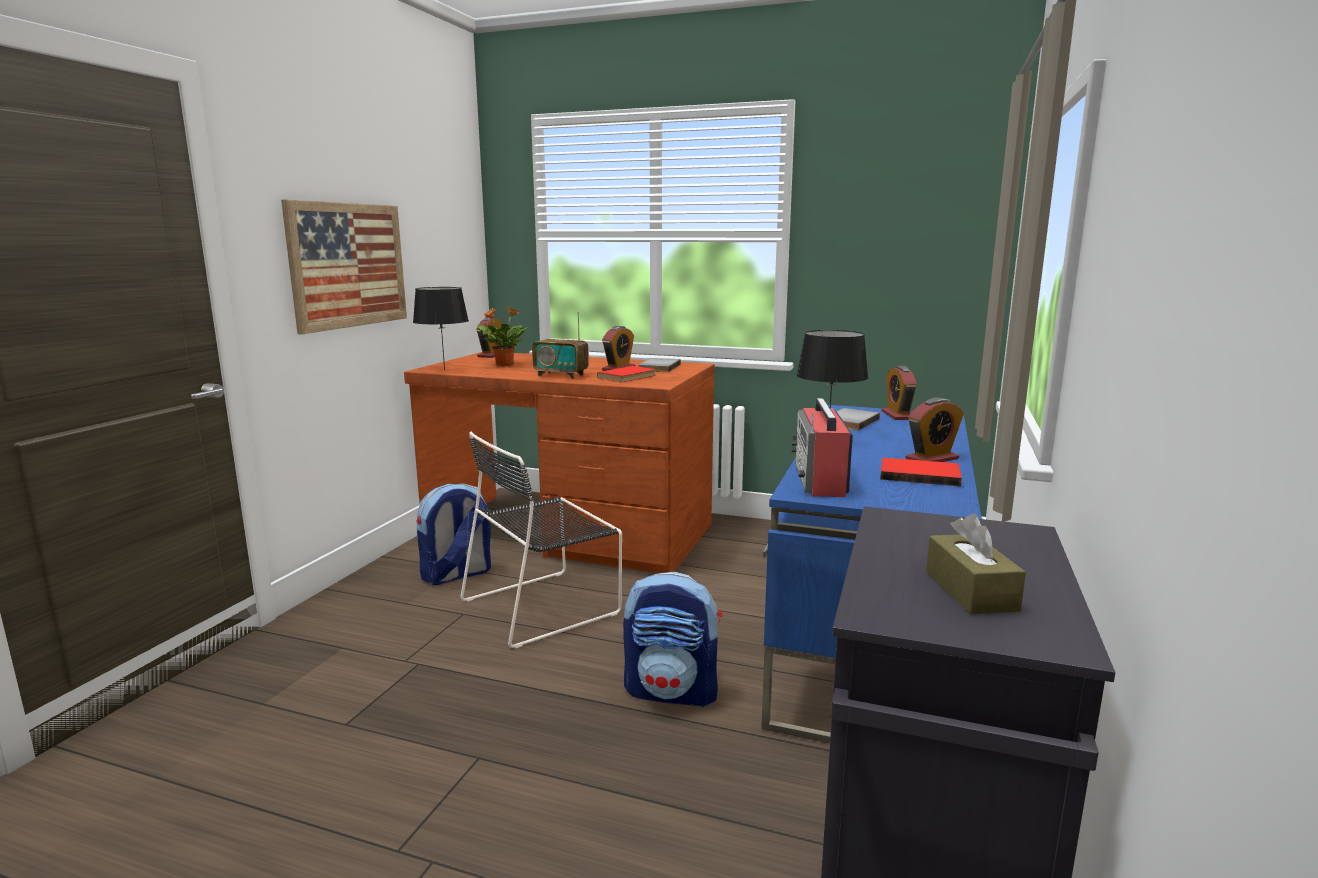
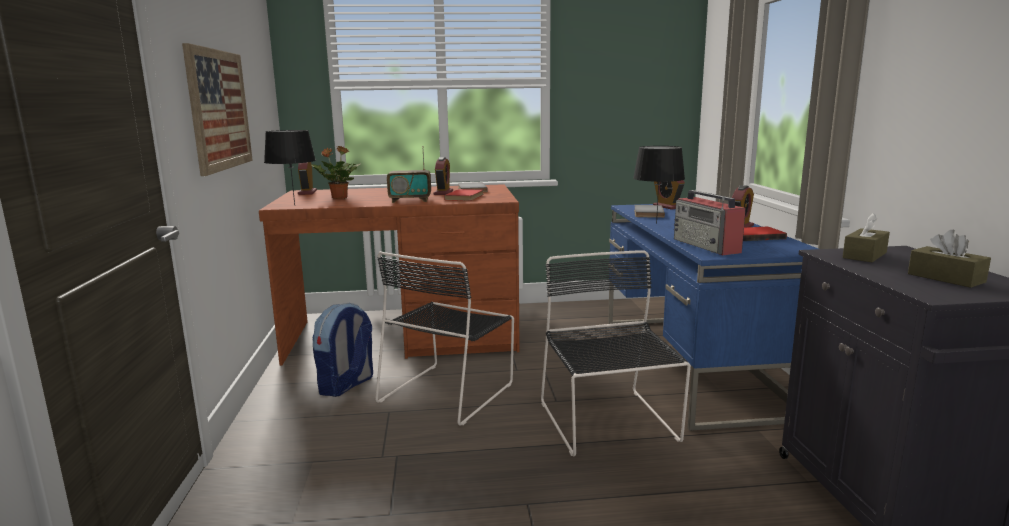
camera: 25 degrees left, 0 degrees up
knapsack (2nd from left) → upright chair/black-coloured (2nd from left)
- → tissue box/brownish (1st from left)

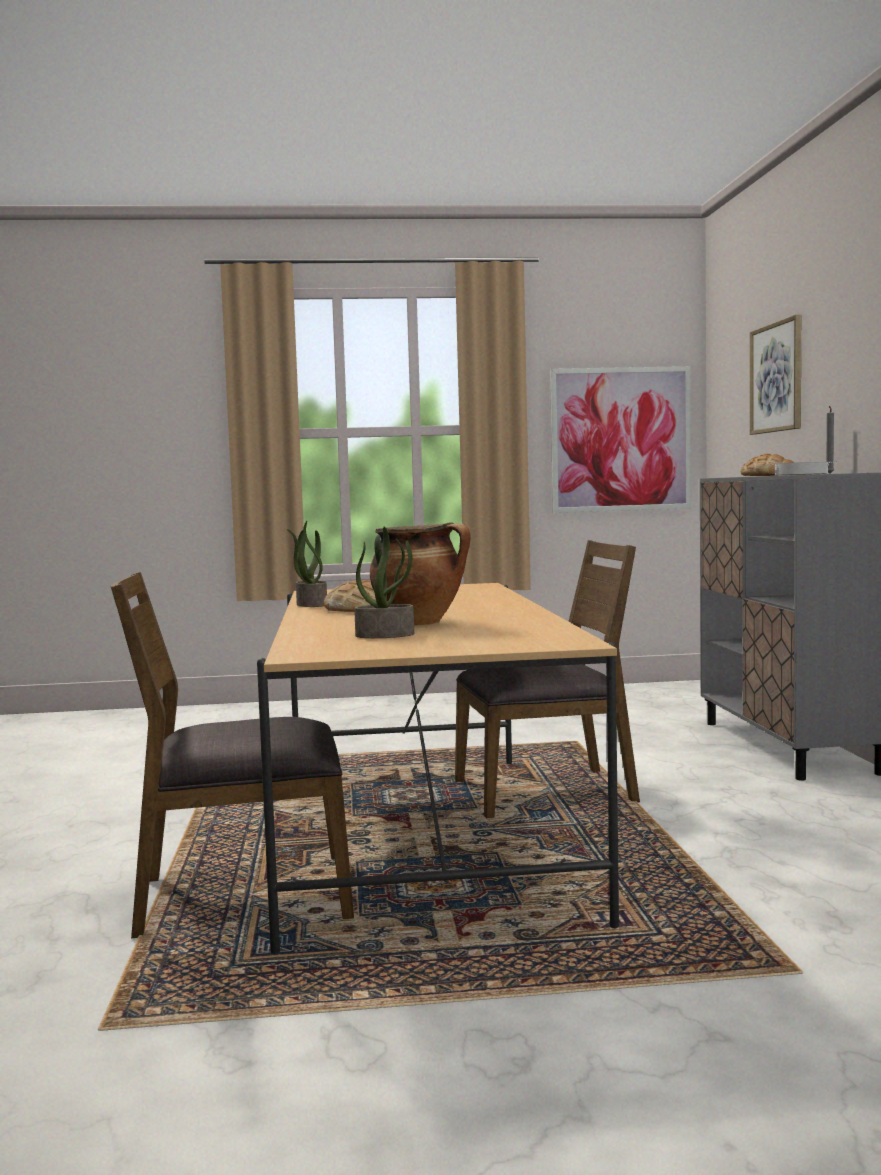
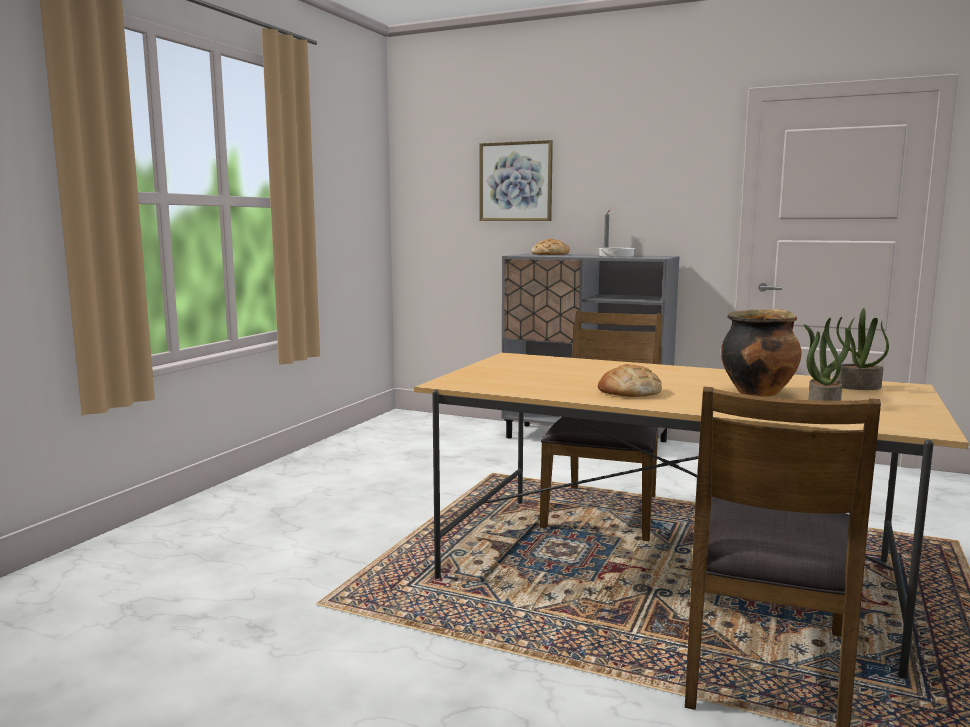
camera: 60 degrees left, 5 degrees up
wall picture (1st from left) → -
houseplant (1st from left in the first image) → houseplant (2nd from left), moved

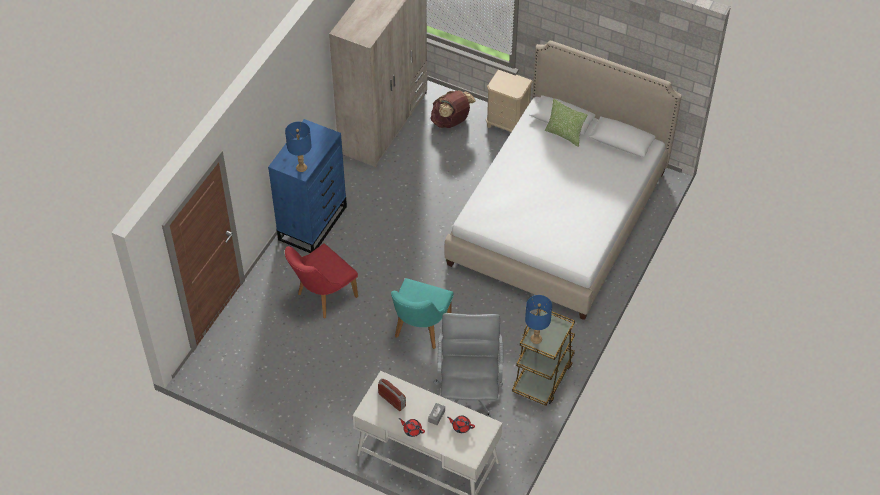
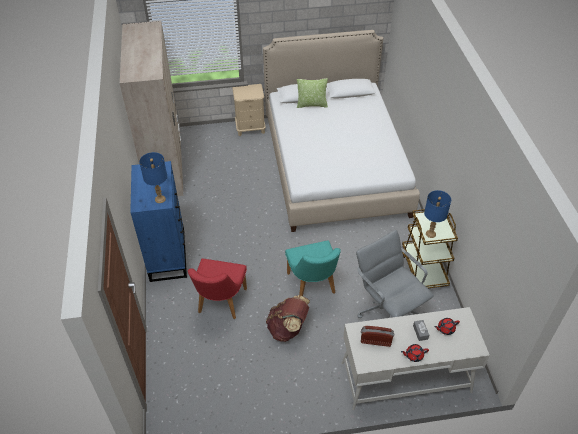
camera: 35 degrees left, 5 degrees down
knapsack/brownish, moved

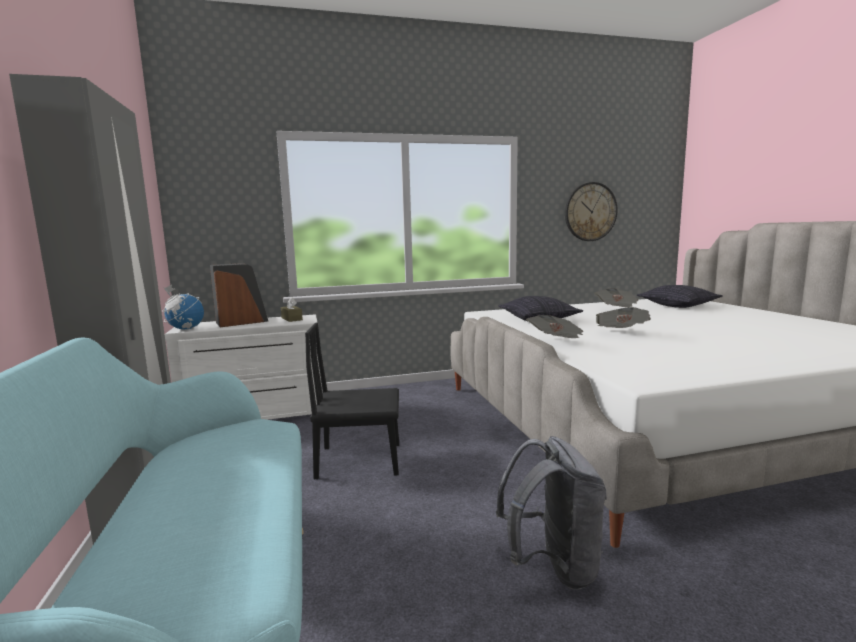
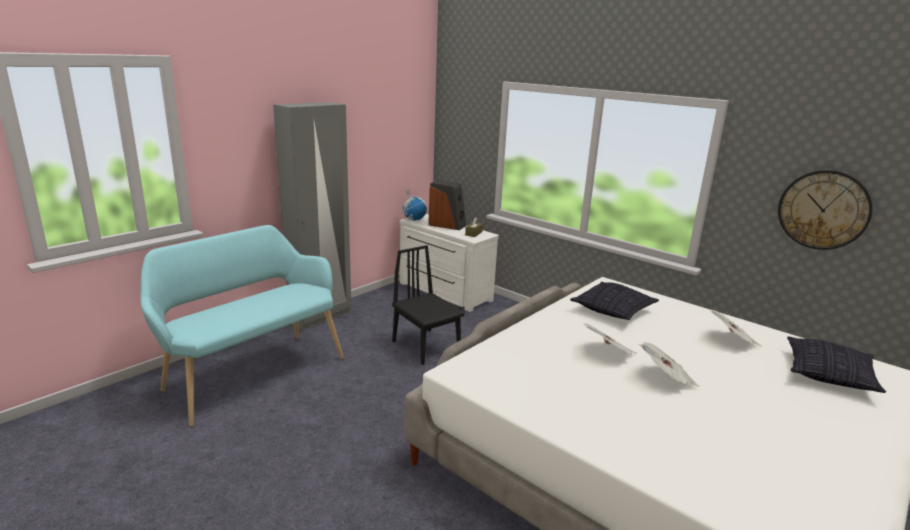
camera: 55 degrees right, 10 degrees up
newspaper (1st from left in the first image) → newspaper (2nd from left), moved
knapsack/greyish → -

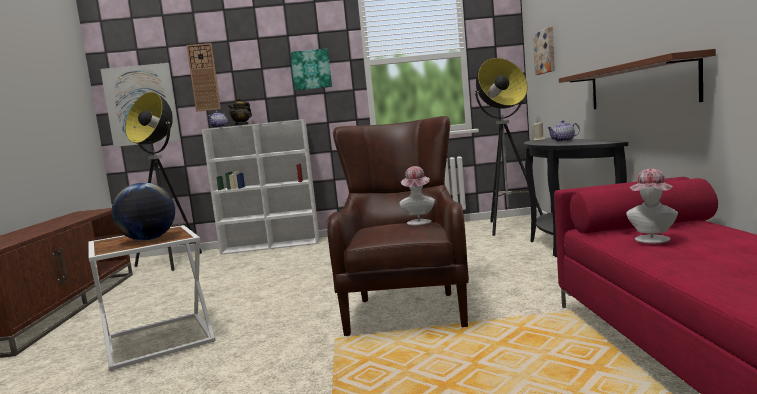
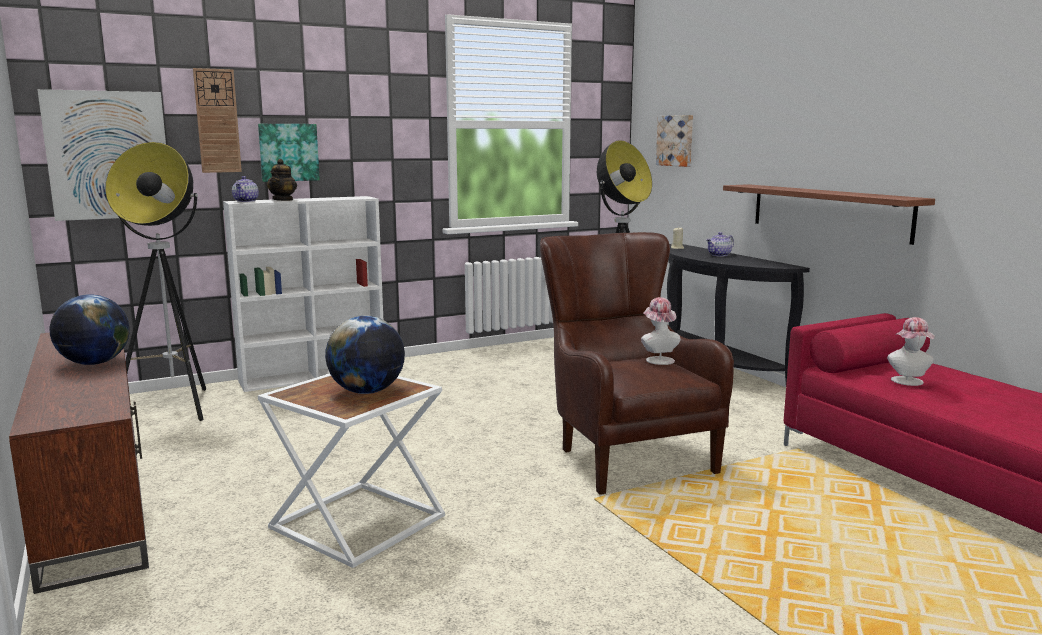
camera: 25 degrees left, 5 degrees up
wall picture (2nd from left), moved
- → globe (1st from left)

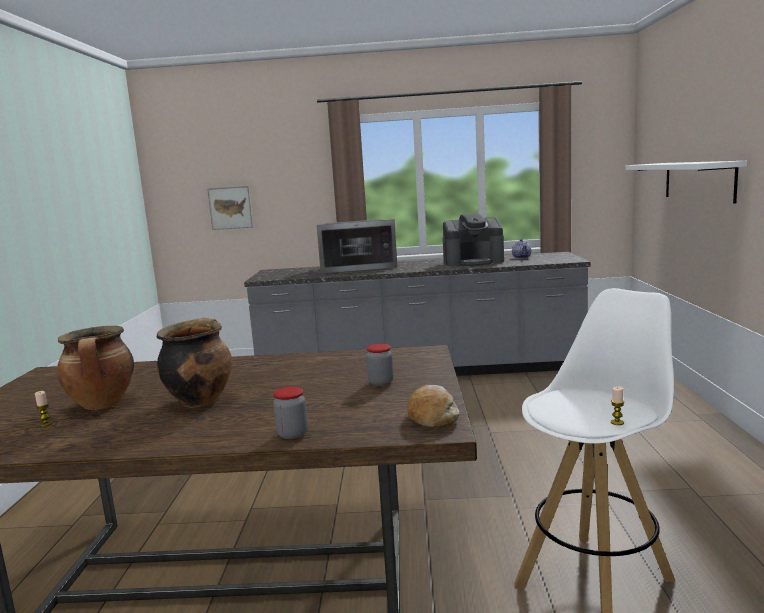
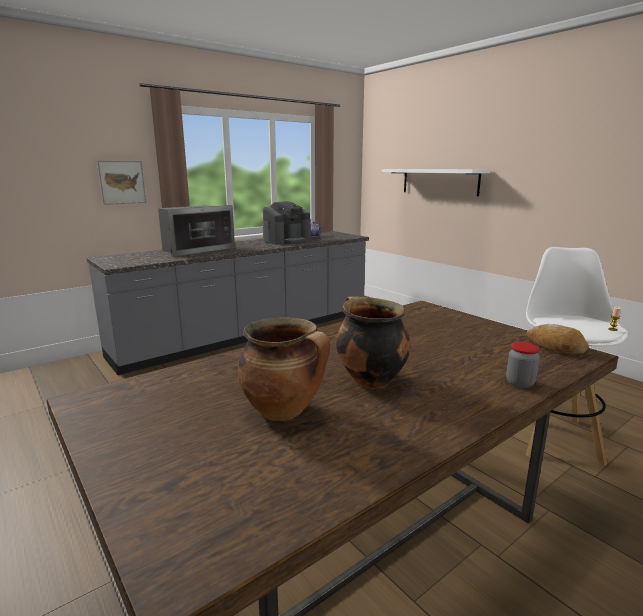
camera: 40 degrees left, 5 degrees up
wall picture, moved
preserve jar (2nd from left) → -
candle (1st from left) → -

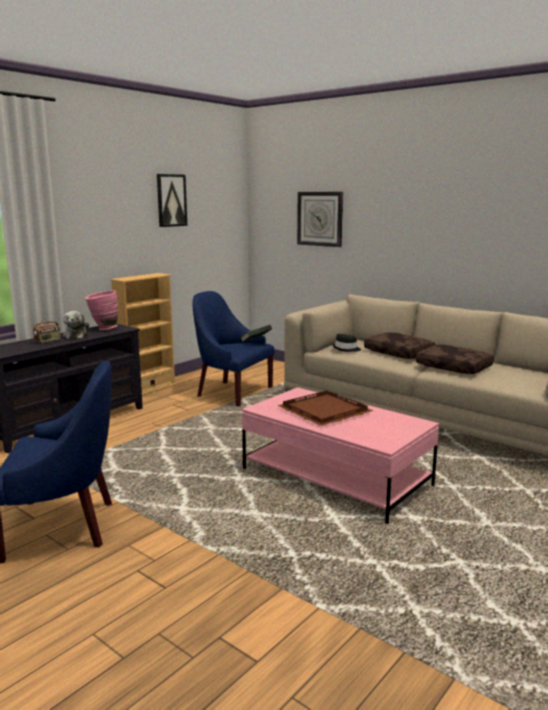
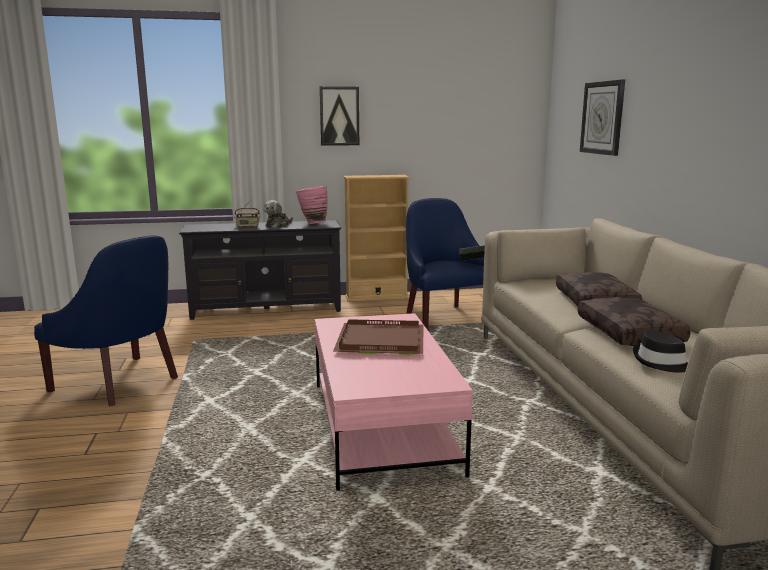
camera: 40 degrees right, 0 degrees up
wall picture, moved
clothing hat/black-coloured, moved

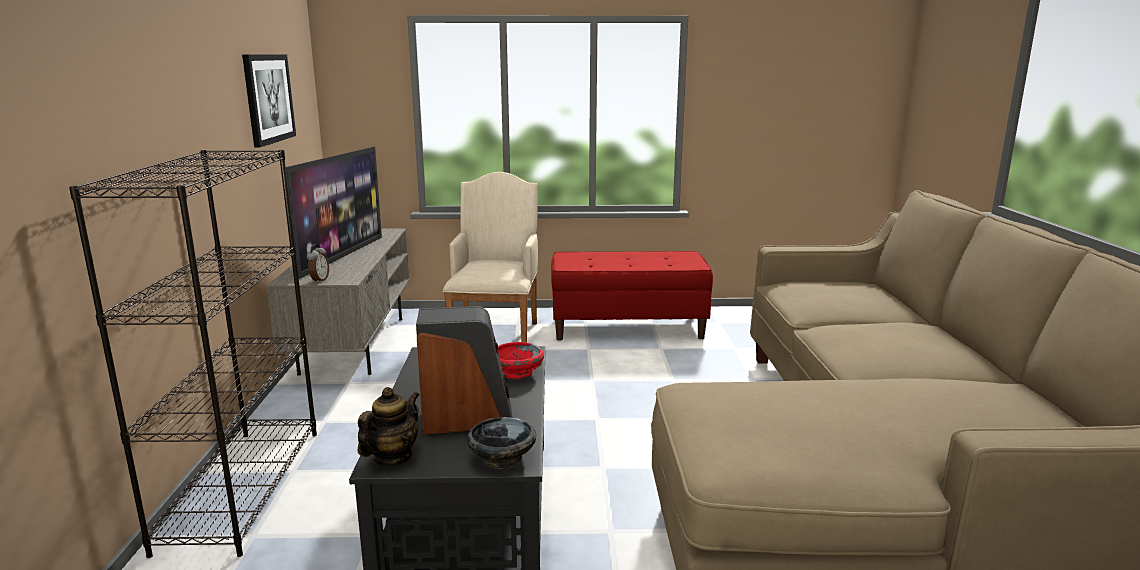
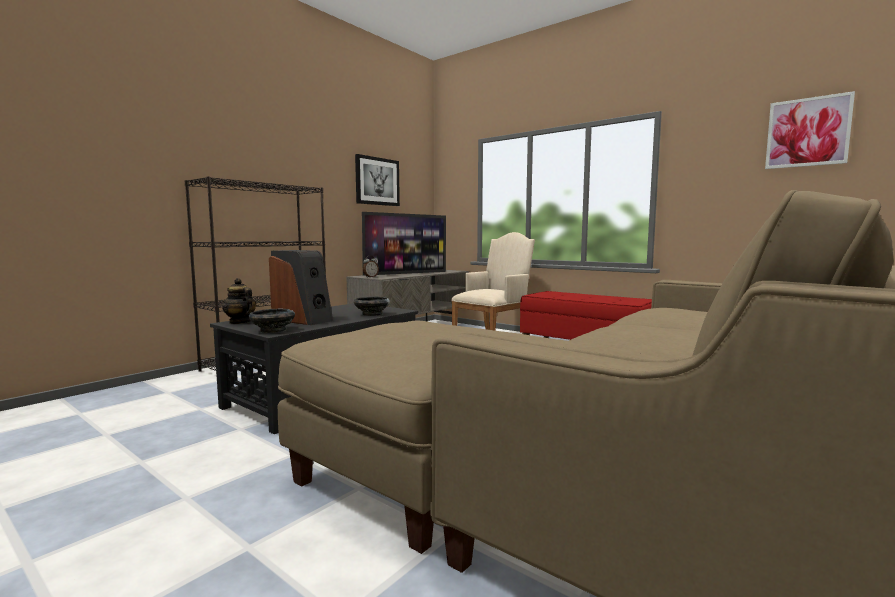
camera: 40 degrees right, 10 degrees down
serving bowl/red-coloured → serving bowl/black-coloured (2nd from left)
pot for tea, 120 degrees counterclockwise
- → wall picture (2nd from left)

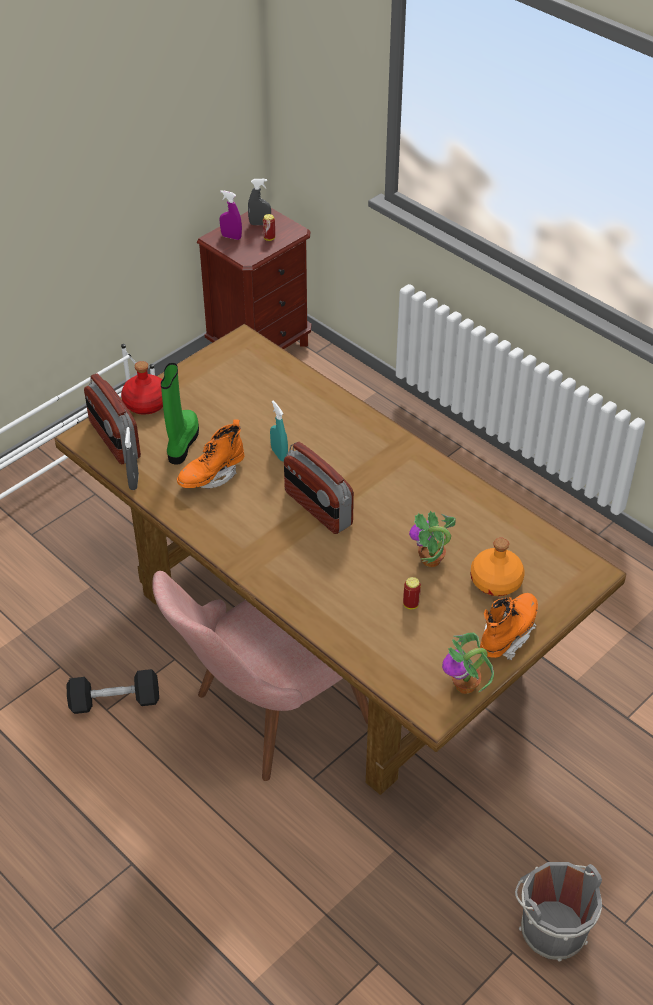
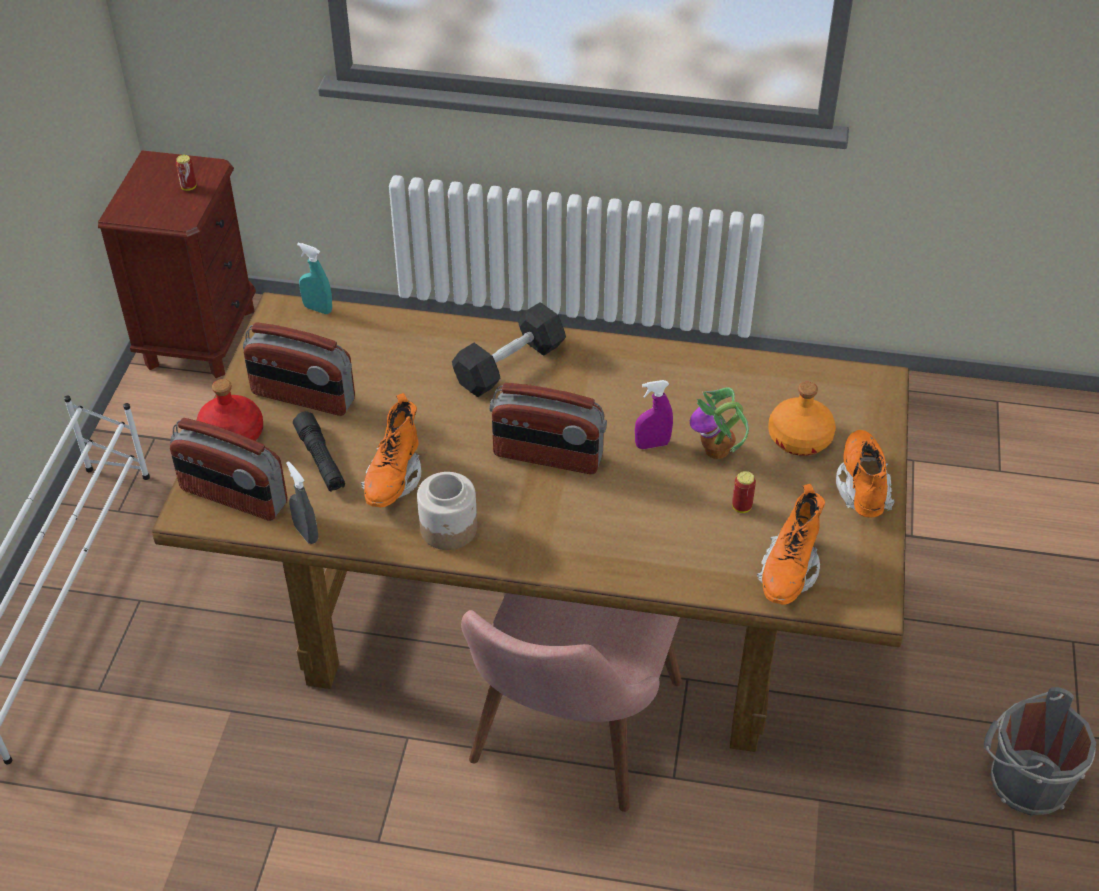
camera: 35 degrees left, 0 degrees up
sprayer/greyish (2nd from left) → -
sprayer/purple-coloured, moved
high-top boot/green → flashlight/black-coloured
sprayer/turquoise, moved
houseplant (2nd from left) → -
hand weight/black-coloured, moved
- → radio receiver (2nd from left)
- → preserve jar
- → high-top boot/orange (2nd from left)

